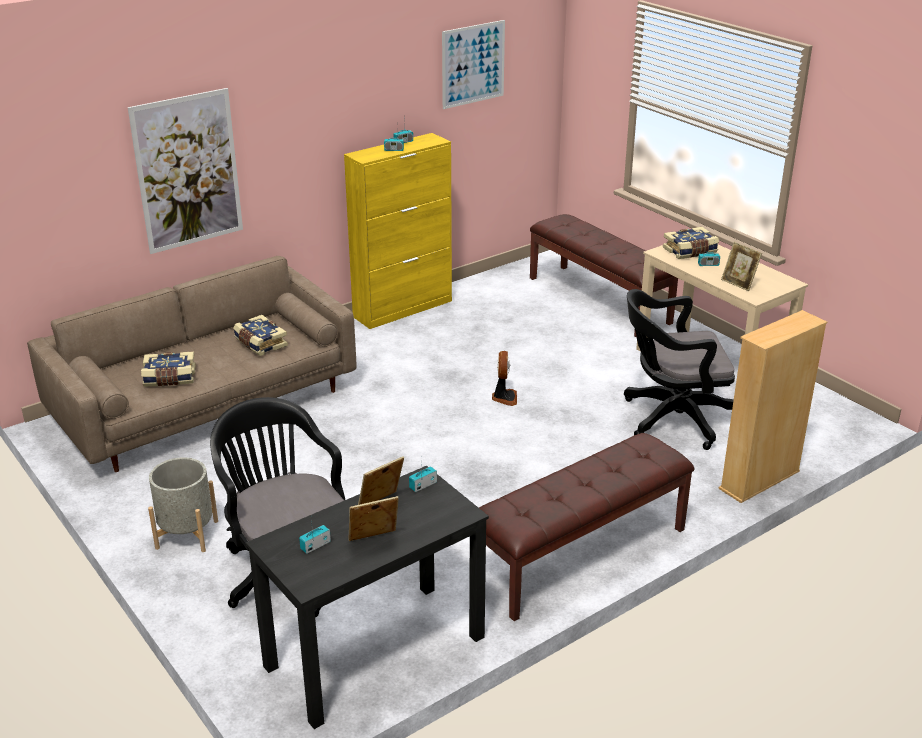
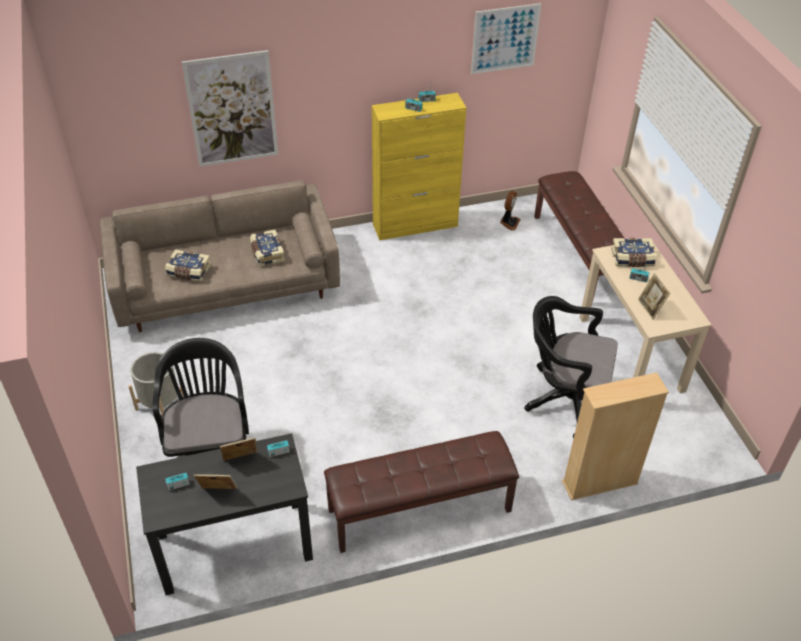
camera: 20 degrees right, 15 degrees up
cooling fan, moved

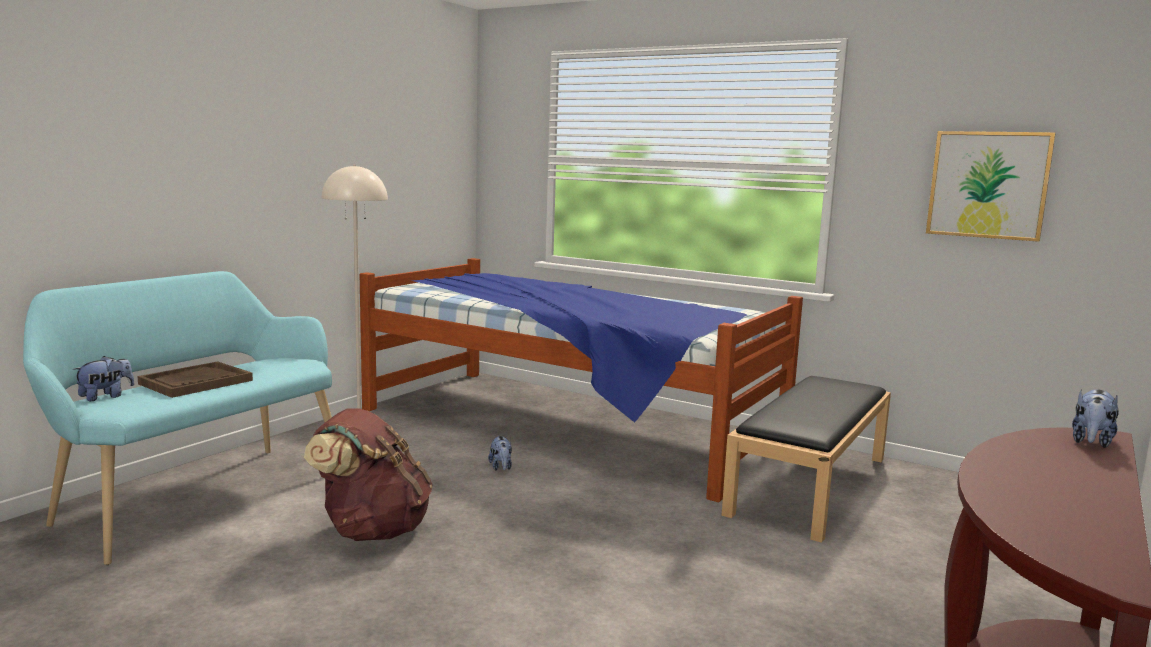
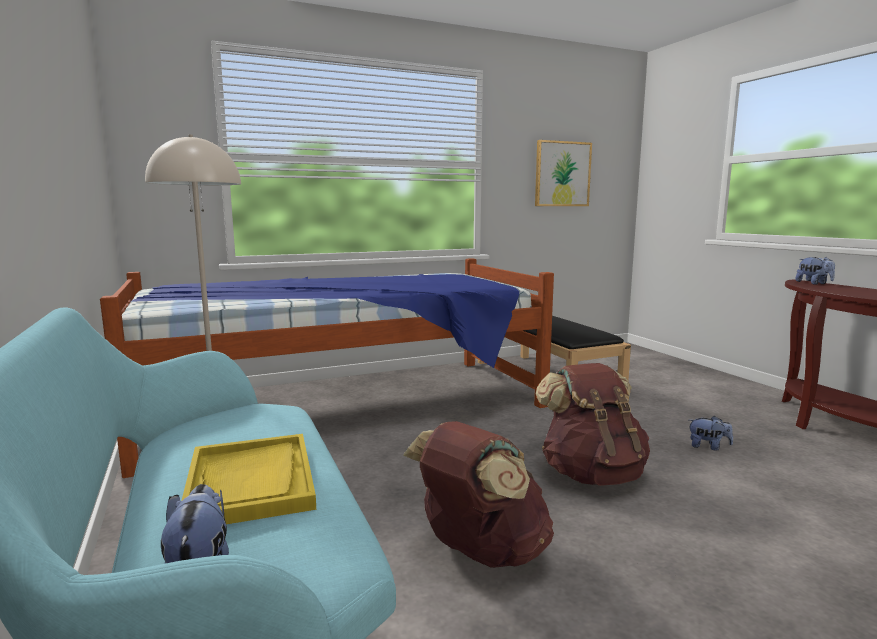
camera: 55 degrees left, 0 degrees up
carrying tray/brownish → carrying tray/yellow-coloured
soft toy (2nd from left), moved
- → knapsack/brownish (2nd from left)

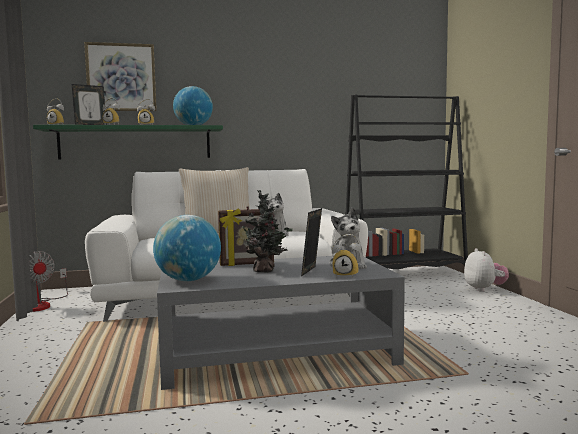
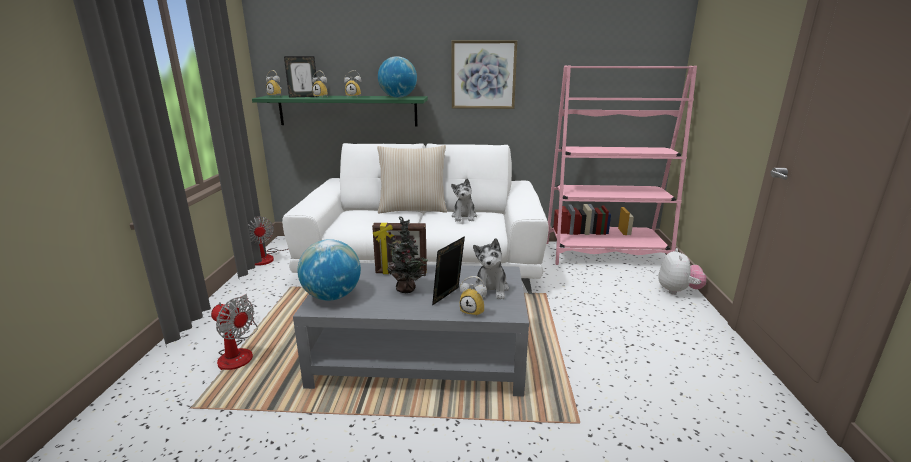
camera: 15 degrees right, 15 degrees up
wall picture, moved
shelving unit/black-coloured → shelving unit/pinkish
- → cooling fan (1st from left)

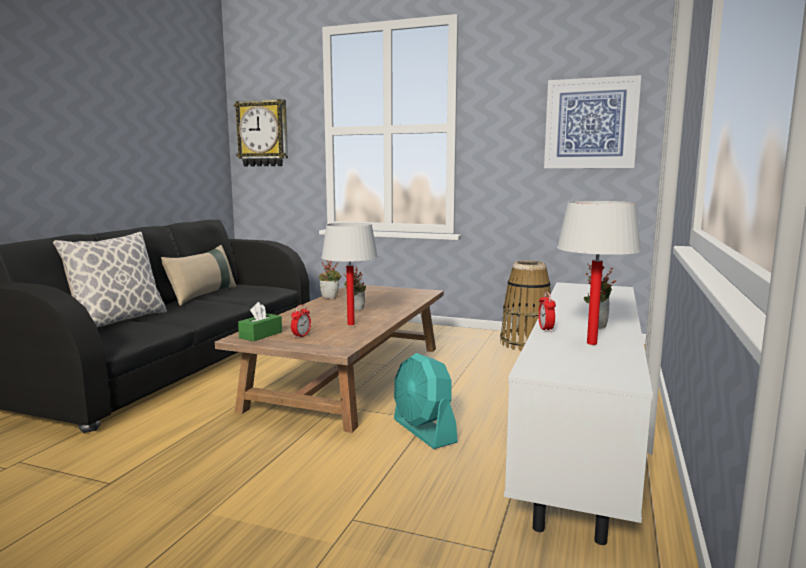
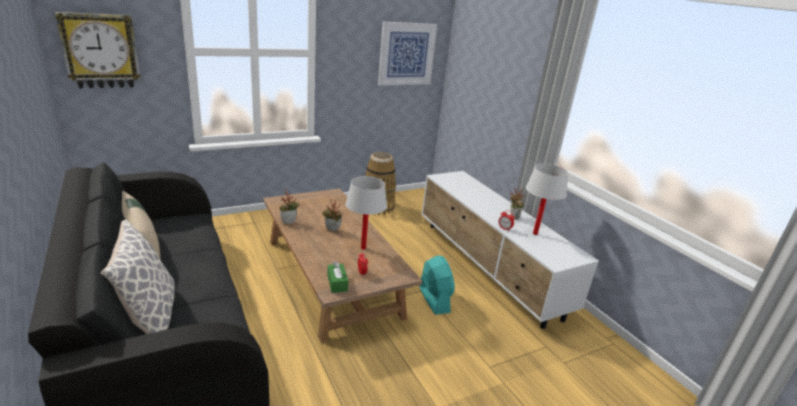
camera: 50 degrees left, 15 degrees up
cooling fan/turquoise, 120 degrees counterclockwise

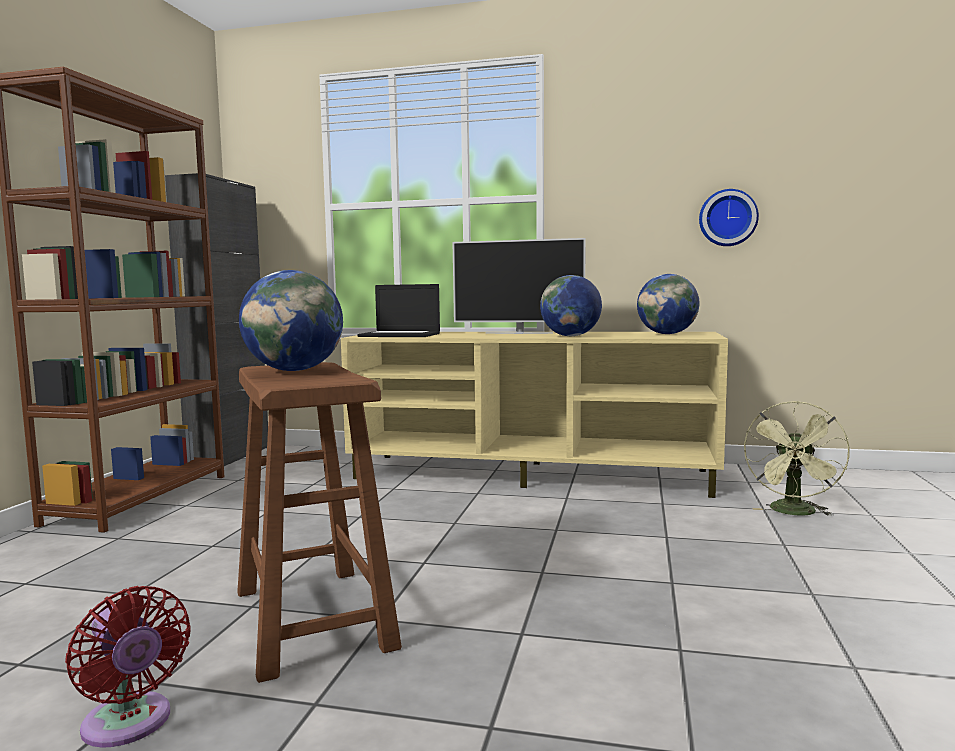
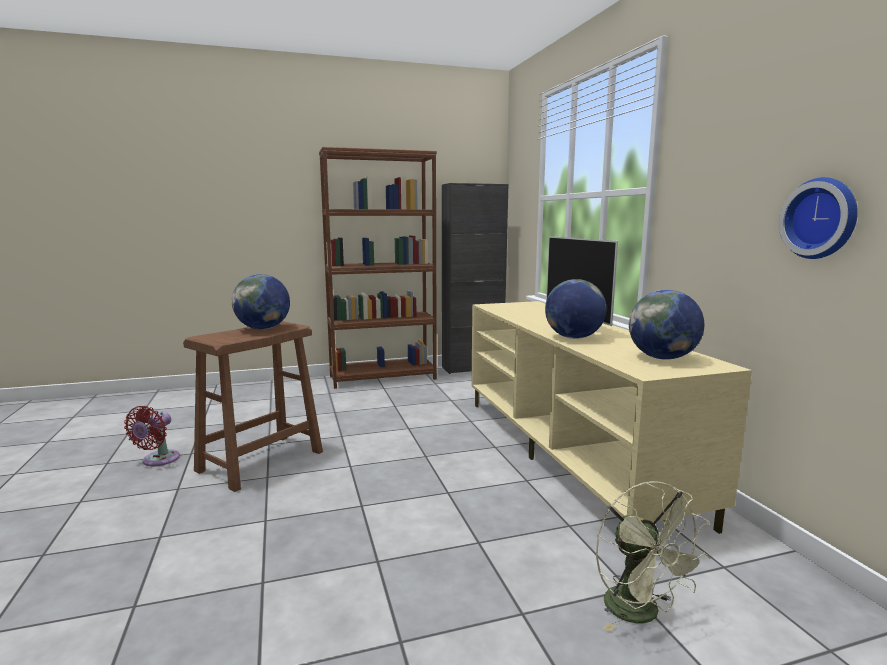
camera: 60 degrees right, 5 degrees up
laptop → -
cooling fan/green, 105 degrees counterclockwise

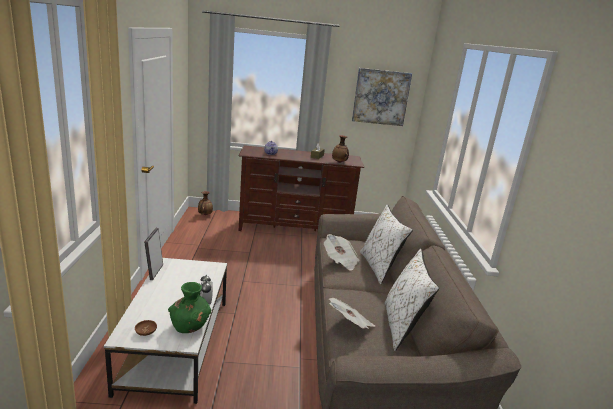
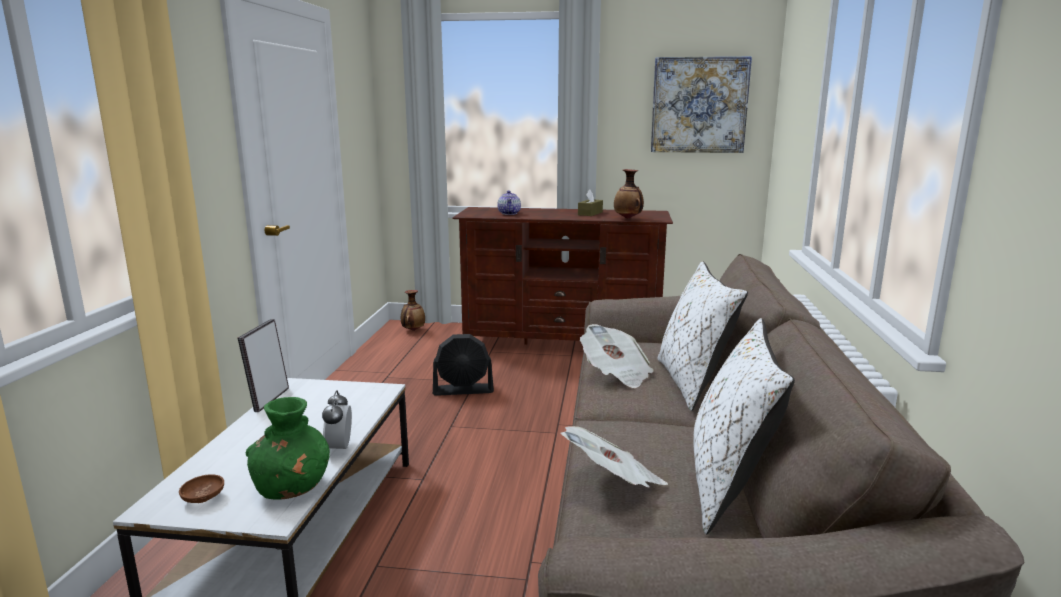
camera: 10 degrees right, 5 degrees down
- → cooling fan/black-coloured

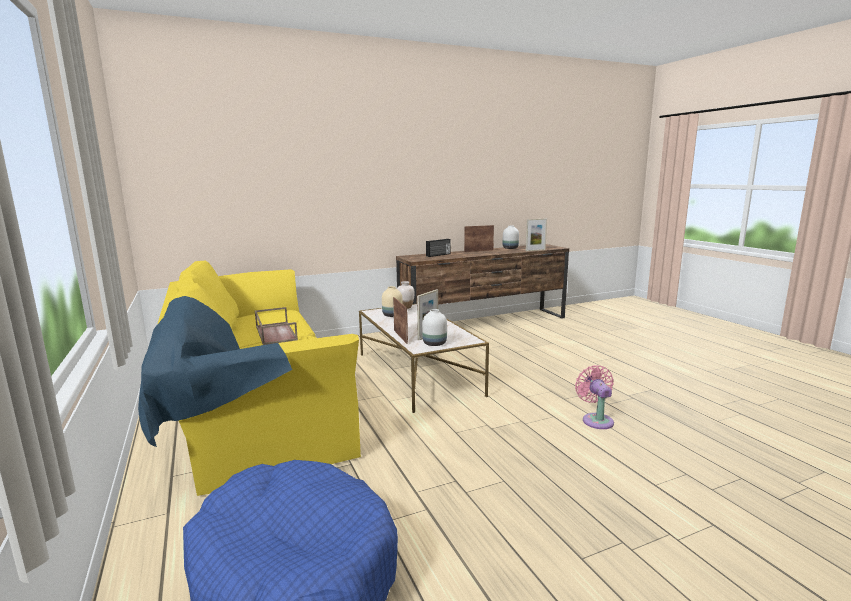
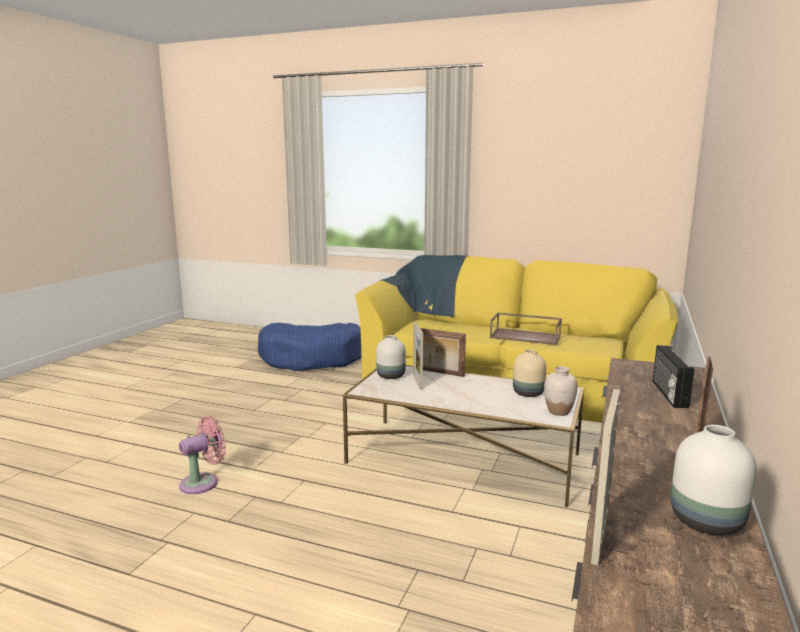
camera: 135 degrees right, 0 degrees up
cooling fan/pinkish, 75 degrees counterclockwise

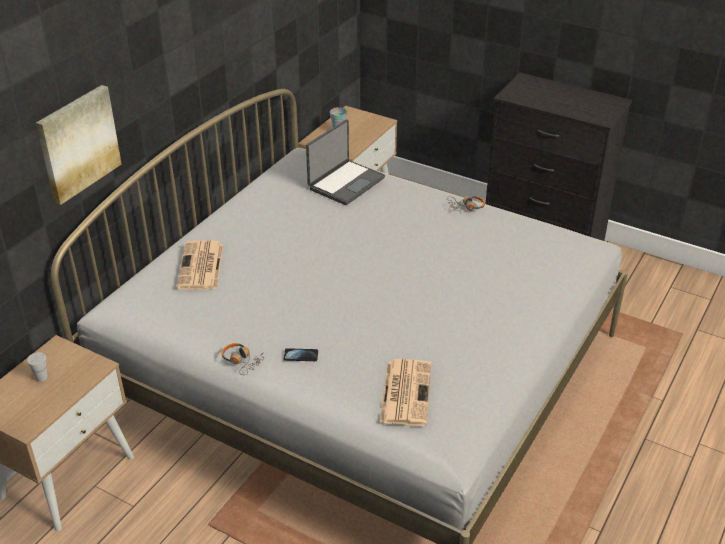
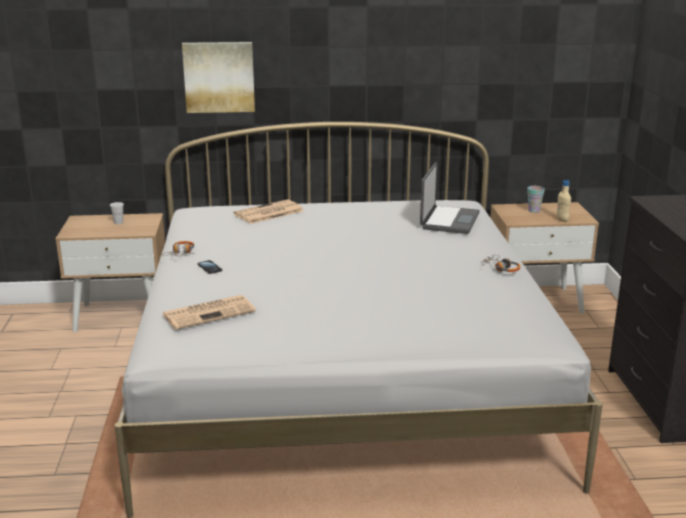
camera: 55 degrees right, 15 degrees down
laptop, 75 degrees counterclockwise
- → beverage bottle/beige

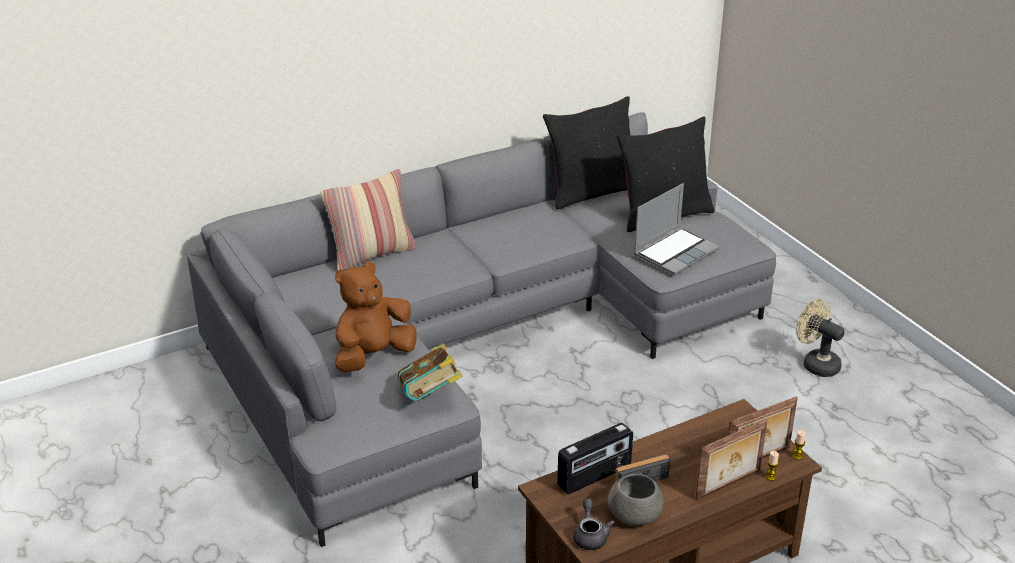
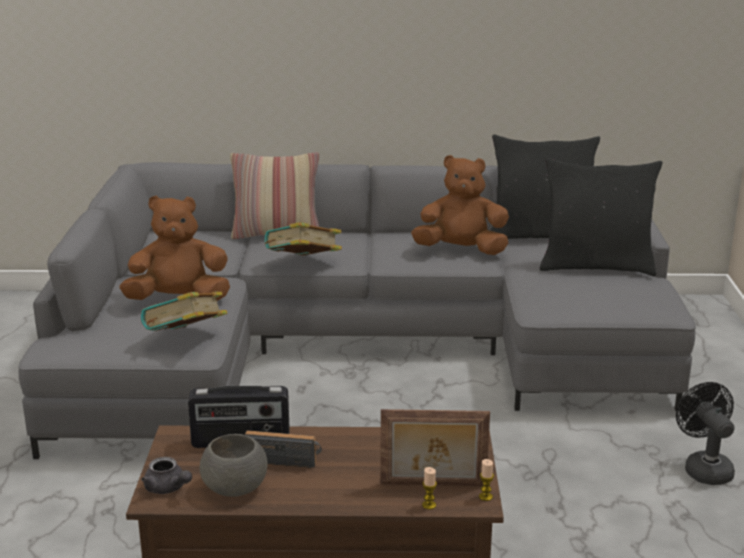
camera: 30 degrees right, 10 degrees down
laptop → -
cooling fan/beige → cooling fan/black-coloured
picture frame (1st from left) → -
pot for tea/greyish, 105 degrees clockwise
- → soft toy/brownish (2nd from left)
- → book (2nd from left)

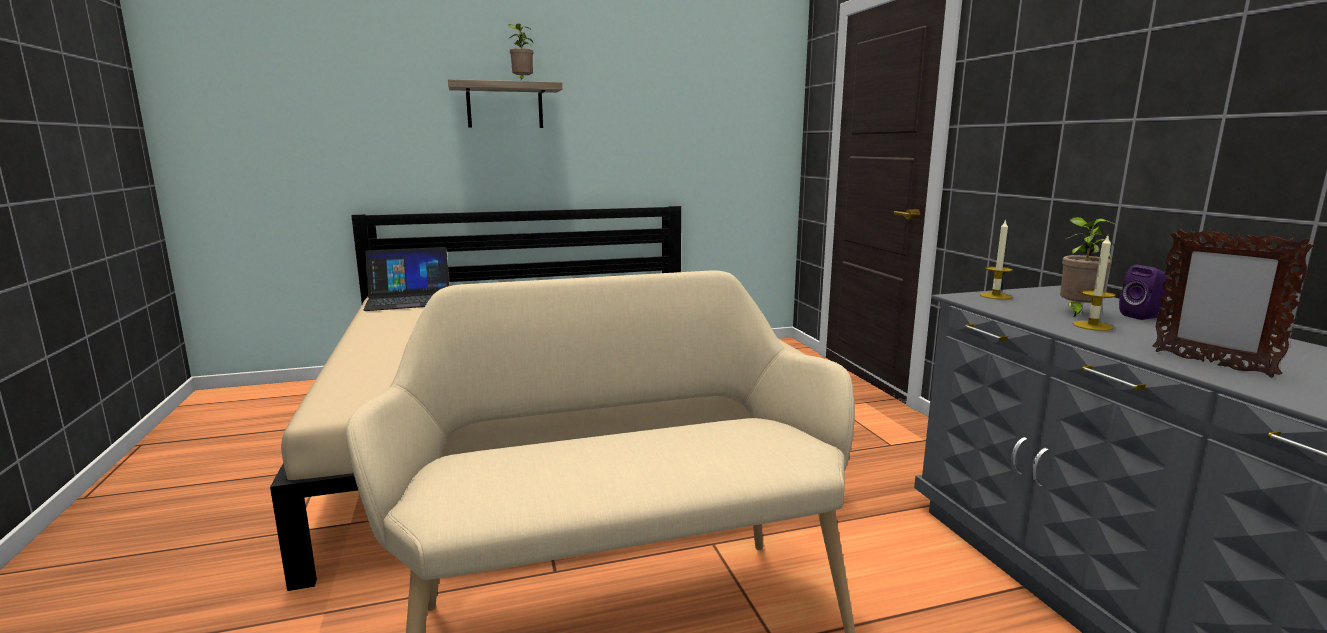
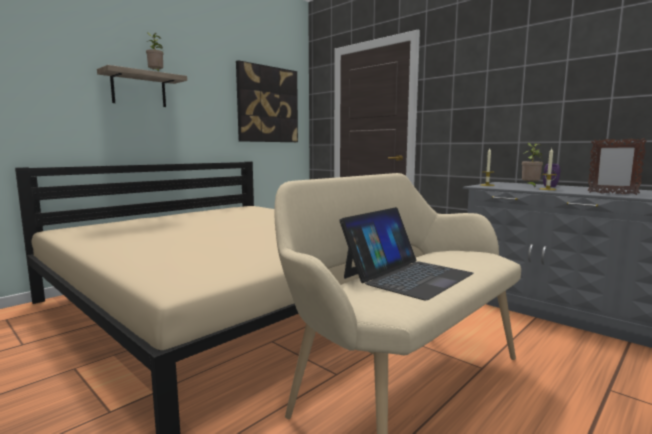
camera: 30 degrees left, 5 degrees down
laptop, moved
- → wall picture

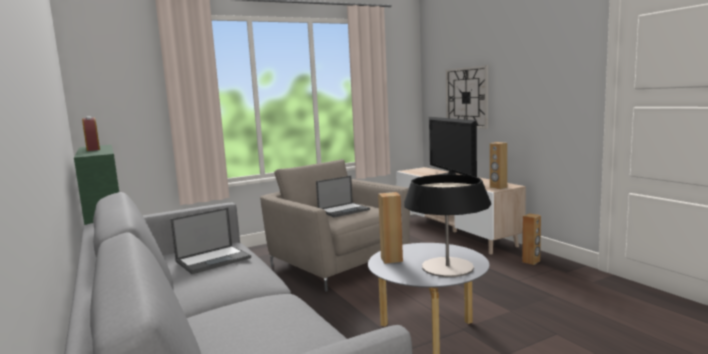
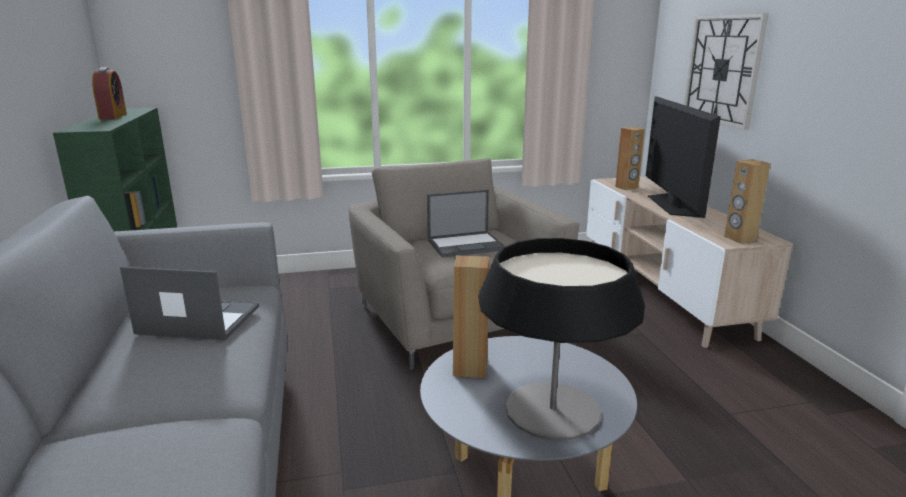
camera: 15 degrees right, 10 degrees up
laptop (1st from left), 150 degrees counterclockwise
loudspeaker/brownish (3rd from left in the first image) → loudspeaker/brownish (2nd from left), moved

